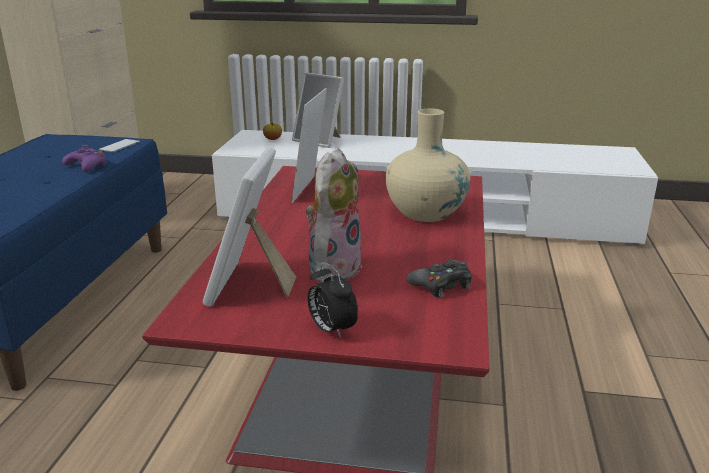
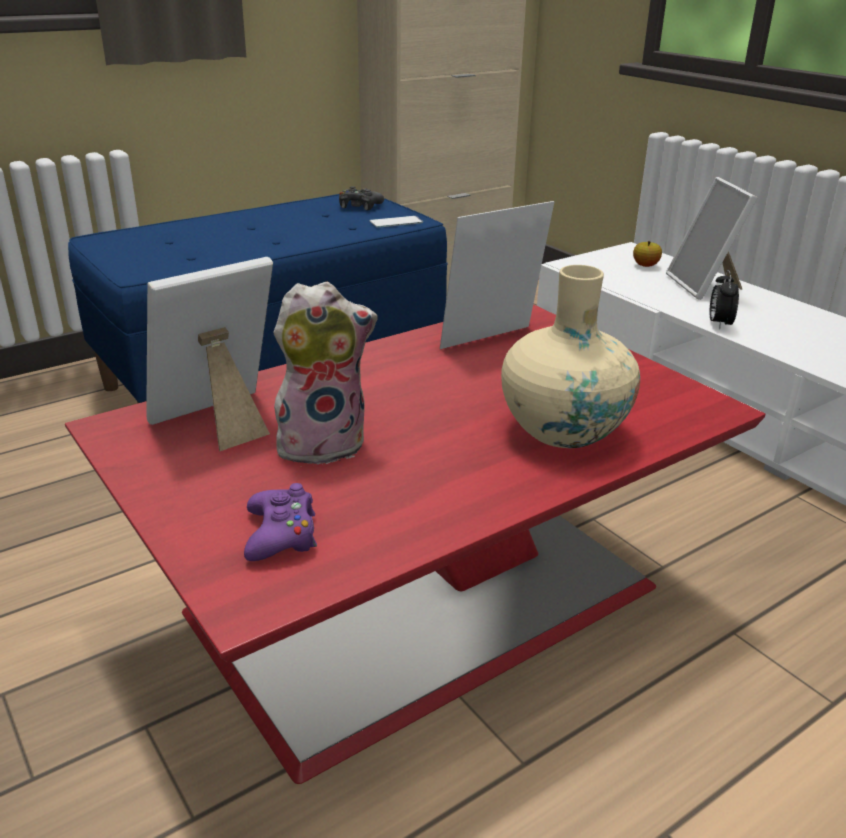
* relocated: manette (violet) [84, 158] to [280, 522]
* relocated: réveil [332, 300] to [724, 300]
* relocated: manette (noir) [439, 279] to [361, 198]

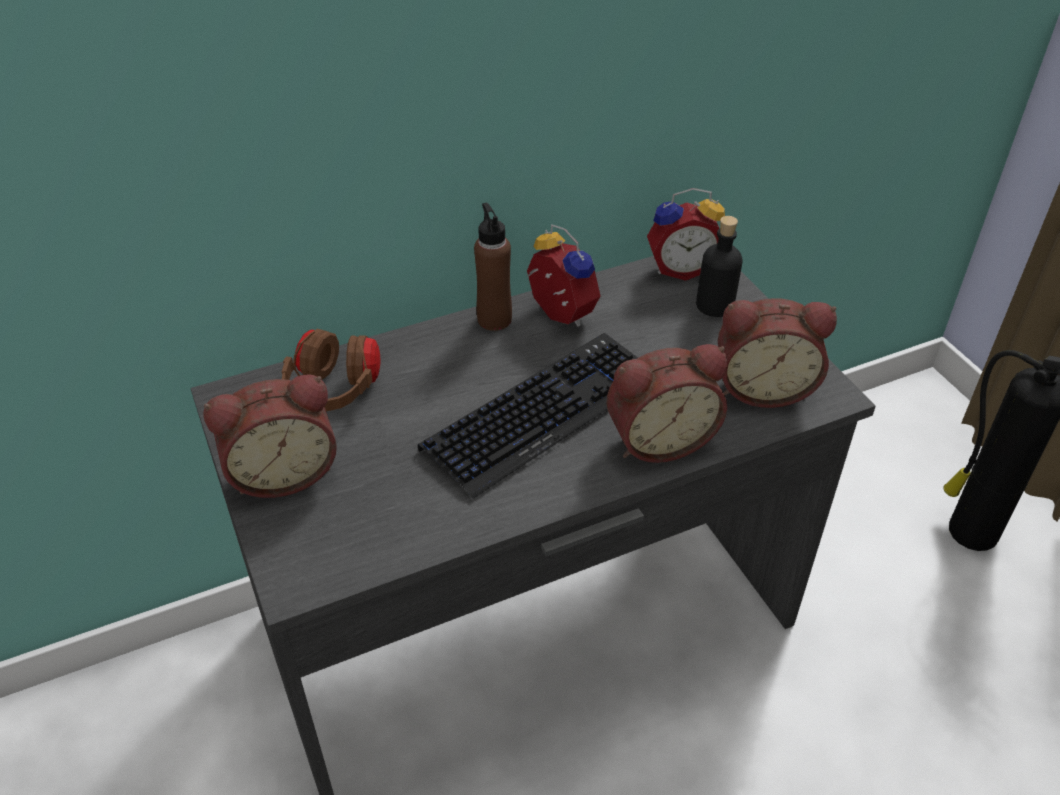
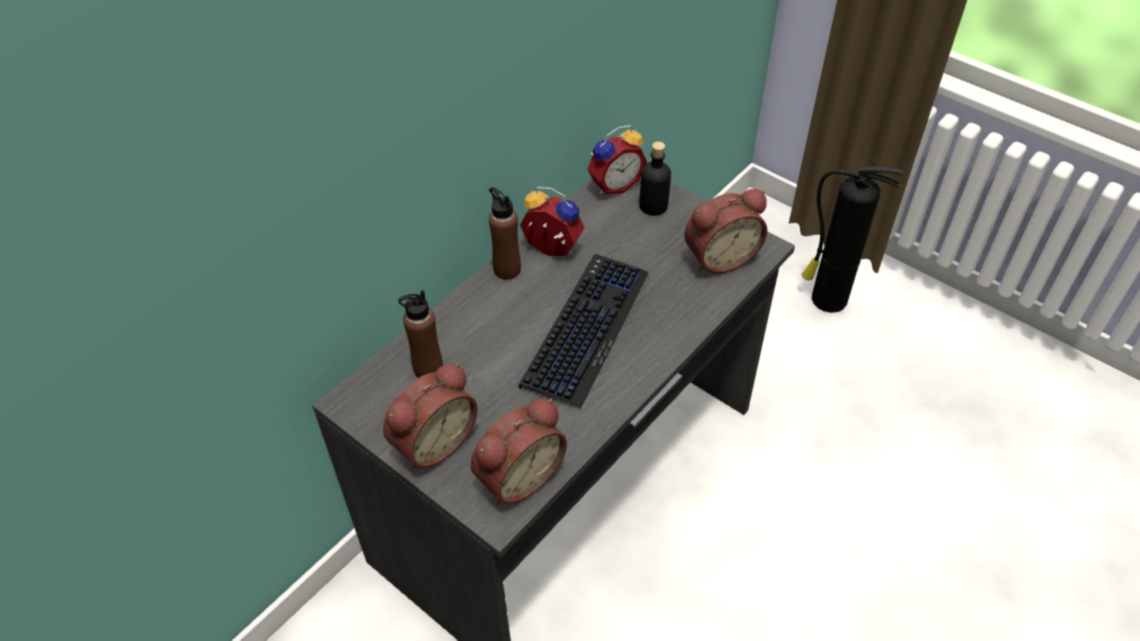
* exchanged: casque audio (marron) [331, 370] to bouteille (marron) [420, 334]
* relocated: réveil [666, 403] to [518, 451]

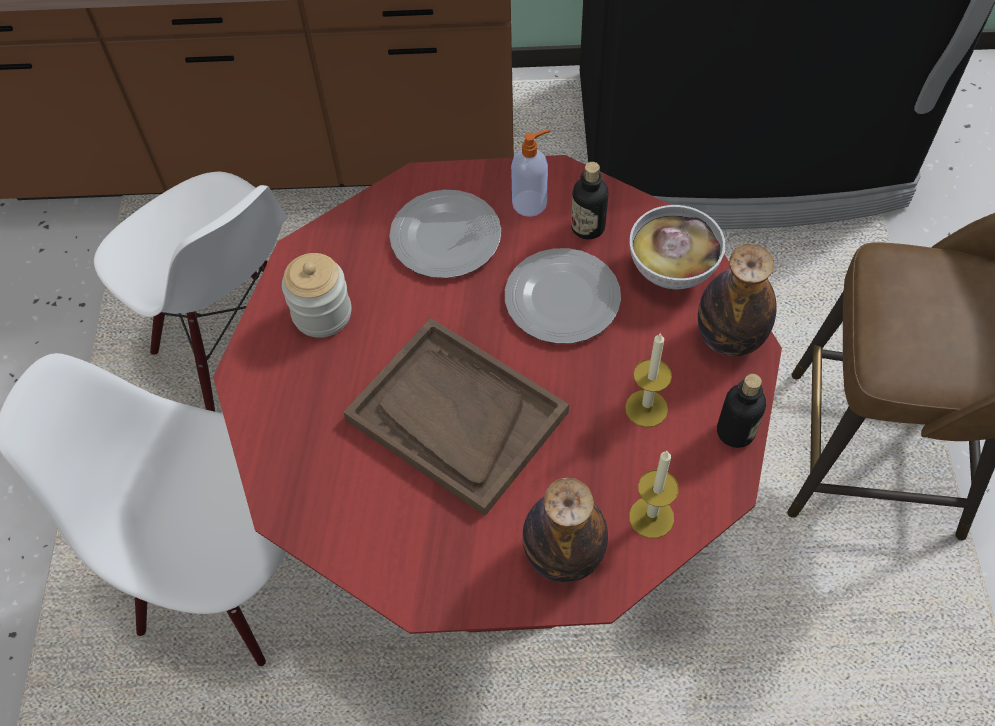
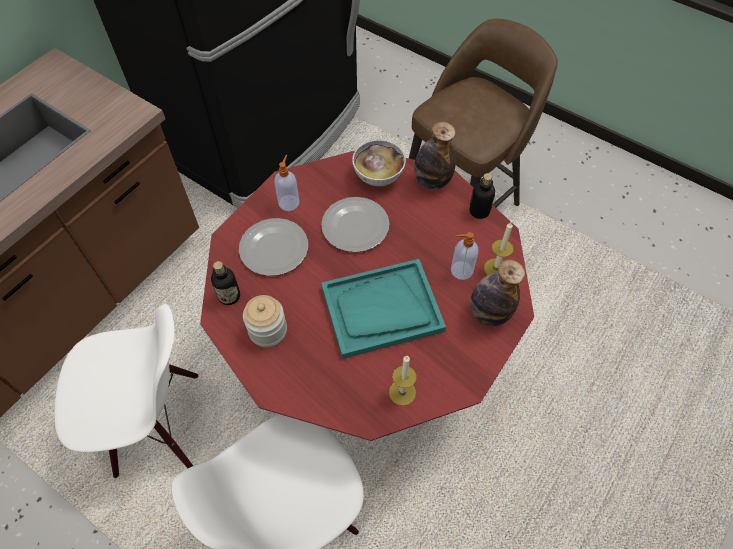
* colour: plateau (marron) [456, 417] to plateau (turquoise) [383, 309]
* relocated: bouteille [589, 200] to [225, 283]
* relocated: bougie [648, 380] to [403, 381]
* appeared: distributeur de savon [464, 256]

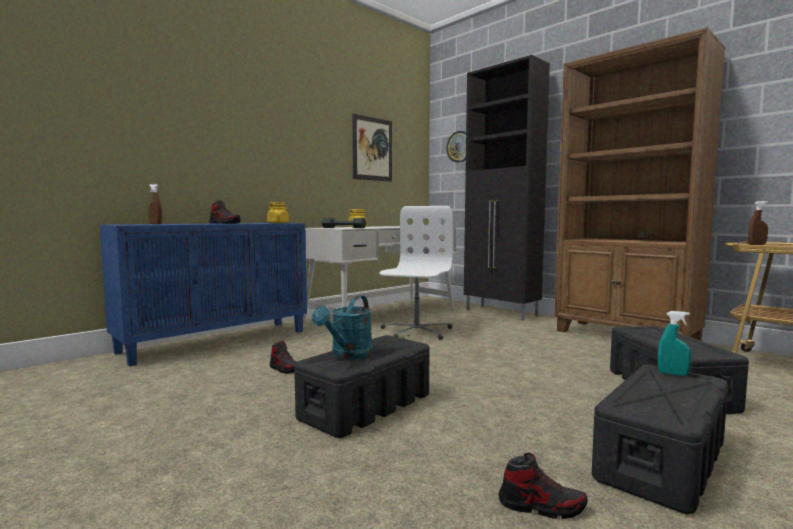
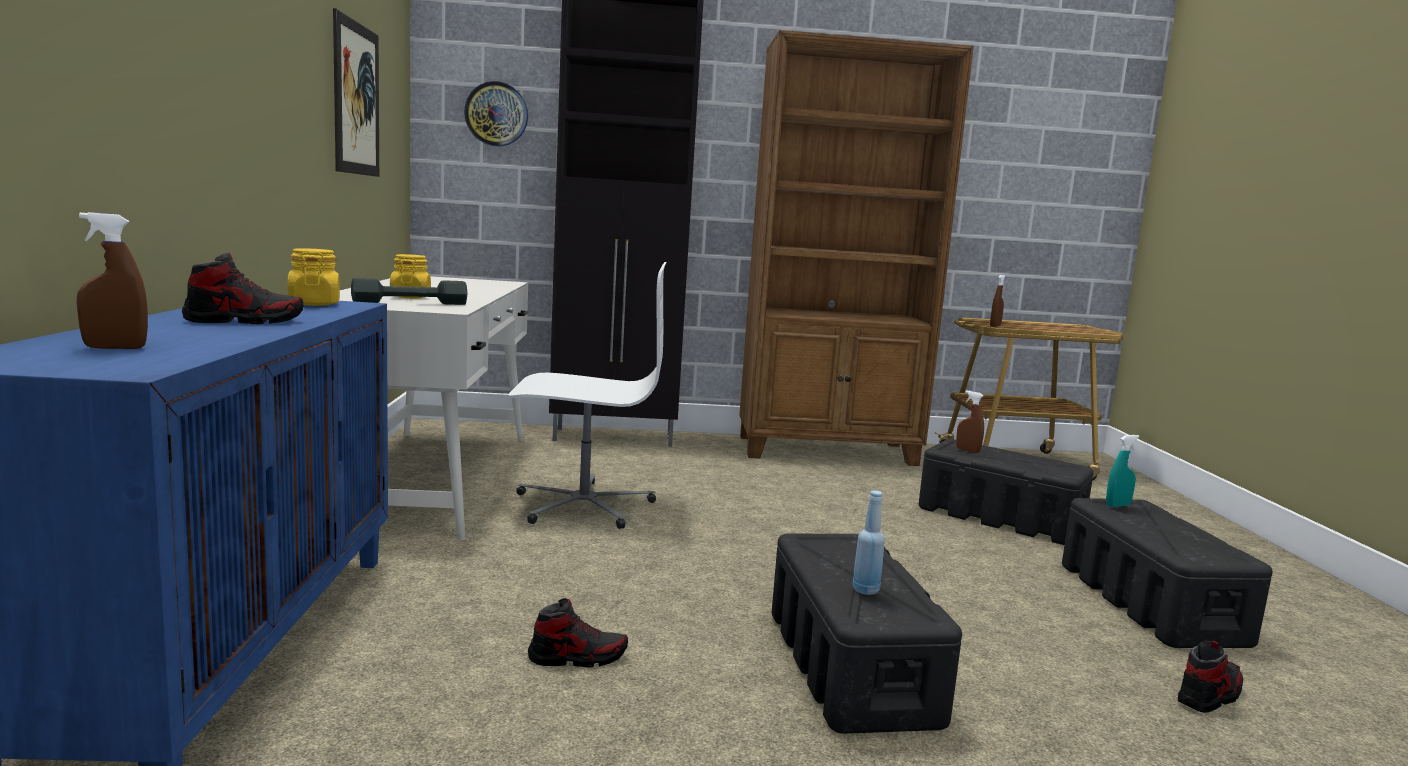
* exchanged: arrosoir (turquoise) [342, 327] to bouteille (bleu) [868, 542]
* spun: chaise de bureau (blanc) [416, 272] = [587, 395] 120 degrees clockwise
* appeared: vaporisateur (marron) [970, 421]

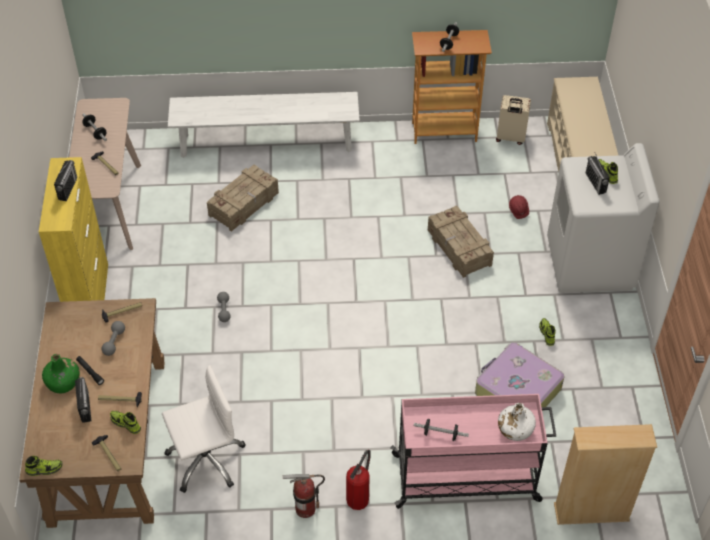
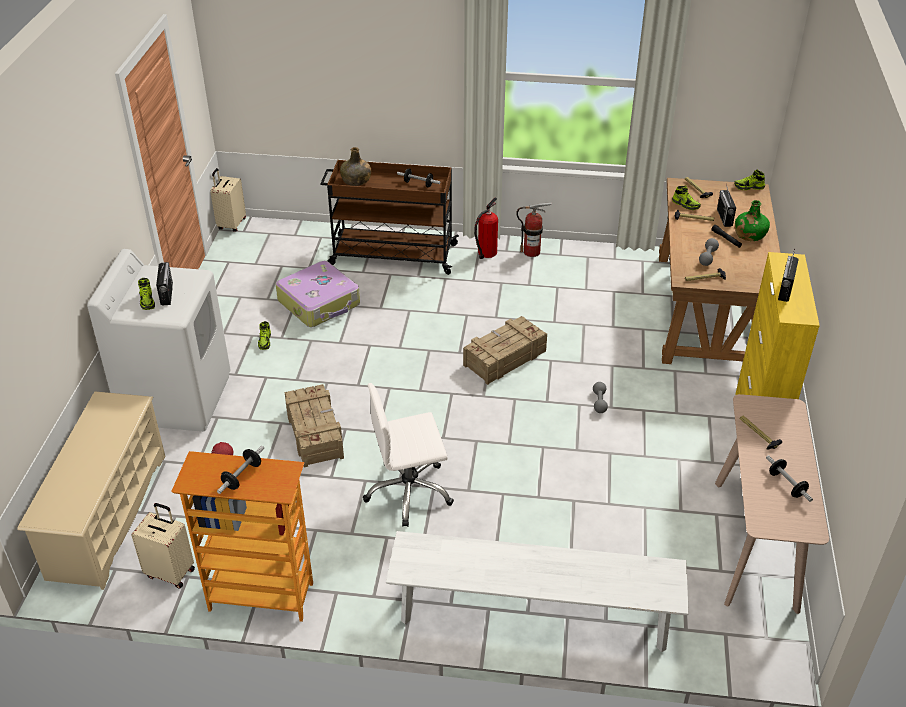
* relocated: chaise de bureau (blanc) [204, 429] to [408, 455]
* relocated: caisse [243, 198] to [505, 350]
* colour: chariot (rose) [473, 451] to chariot (marron) [389, 217]
* colour: bouteille (blanc) [517, 422] to bouteille (vert) [355, 166]
* missing: bibliothèque (beige) [605, 474]
* appeared: valise (beige) [228, 200]

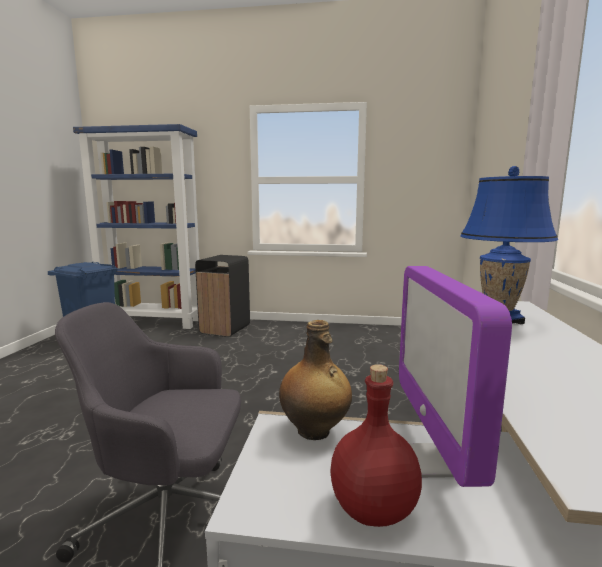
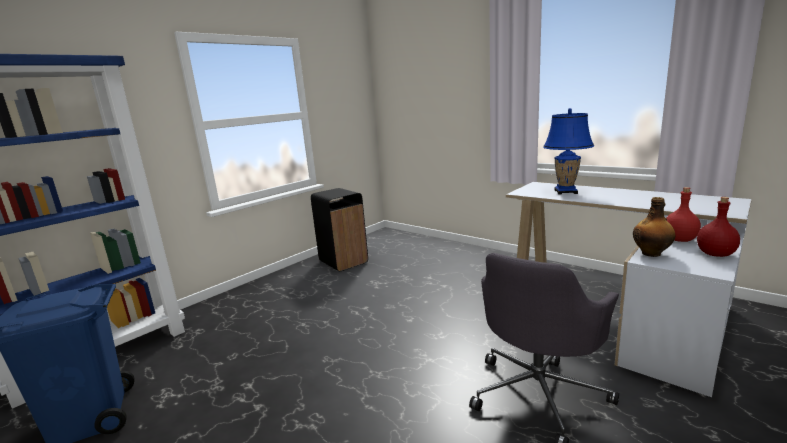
* relocated: poubelle (noir) [222, 296] to [339, 229]
* exchanged: écran d'ordinateur [455, 376] to bouteille (rouge) [683, 214]

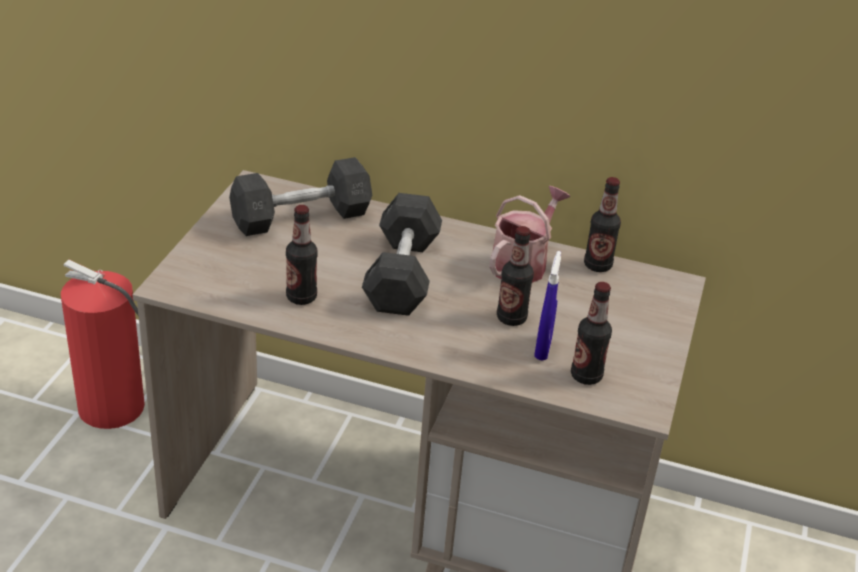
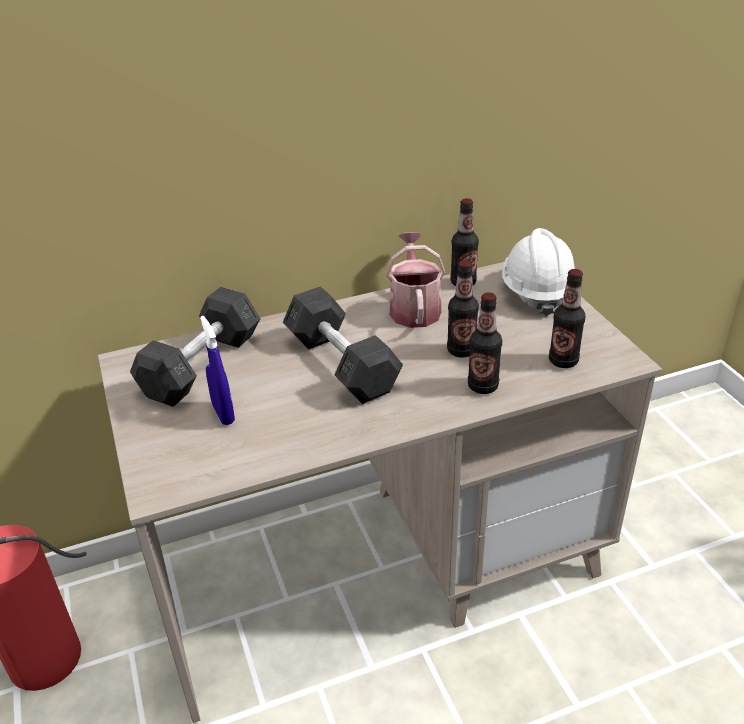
* relocated: bouteille [302, 255] to [485, 343]
* relocated: vaporisateur (bleu) [547, 306] to [217, 370]
* appeared: casque de chantier (blanc) [538, 272]

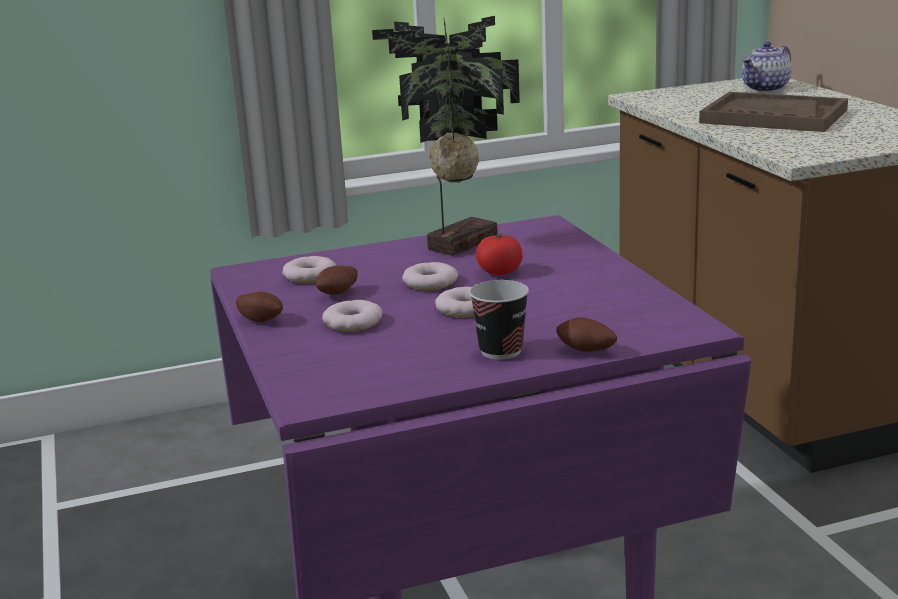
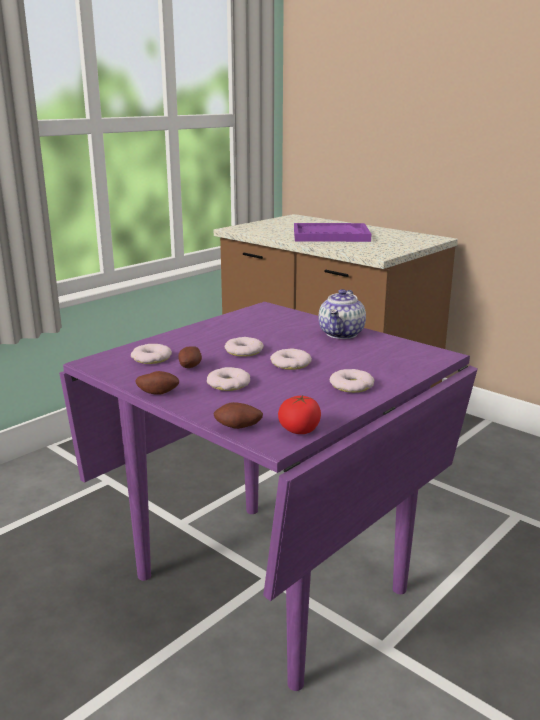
* missing: plante en pot [446, 136]
* exchanged: tasse [499, 320] to beignet [352, 381]
* relocated: tomate [499, 255] to [299, 414]
* relocated: pomme de terre [587, 334] to [238, 415]
* colour: plateau (marron) [773, 112] to plateau (violet) [332, 232]
* relocated: théière [766, 67] to [342, 314]

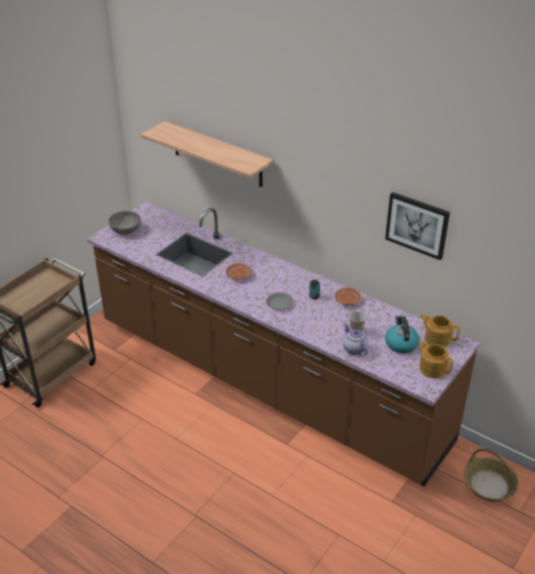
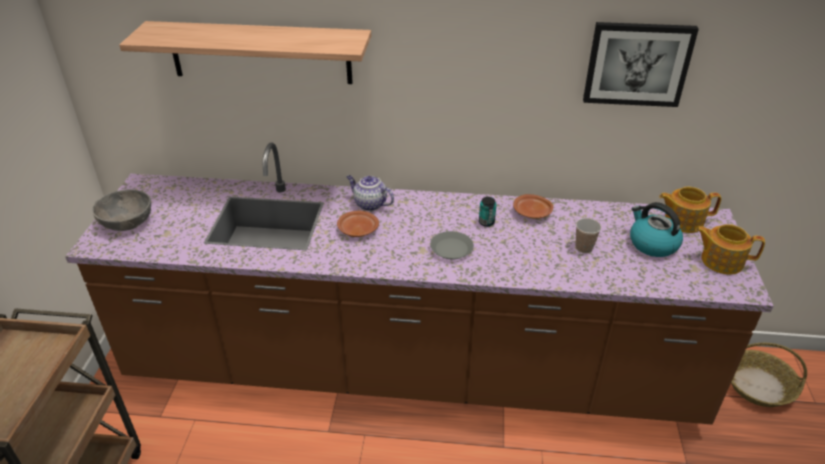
* relocated: théière [355, 340] to [370, 193]

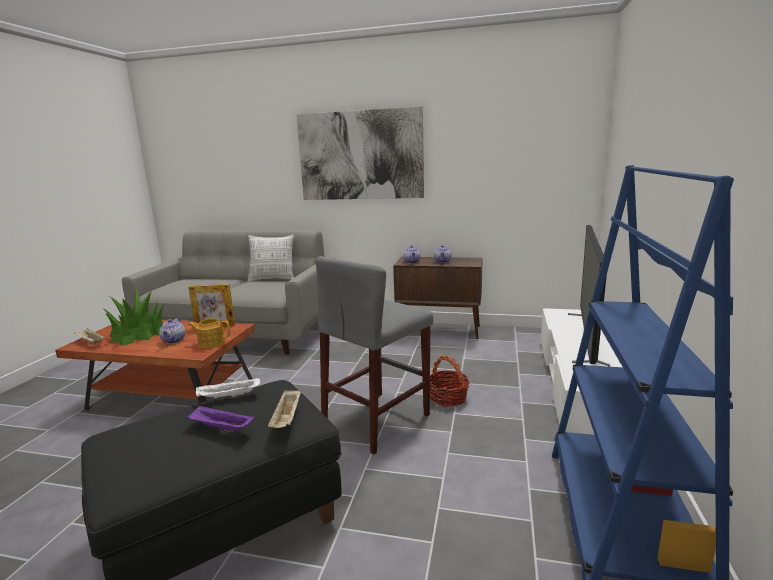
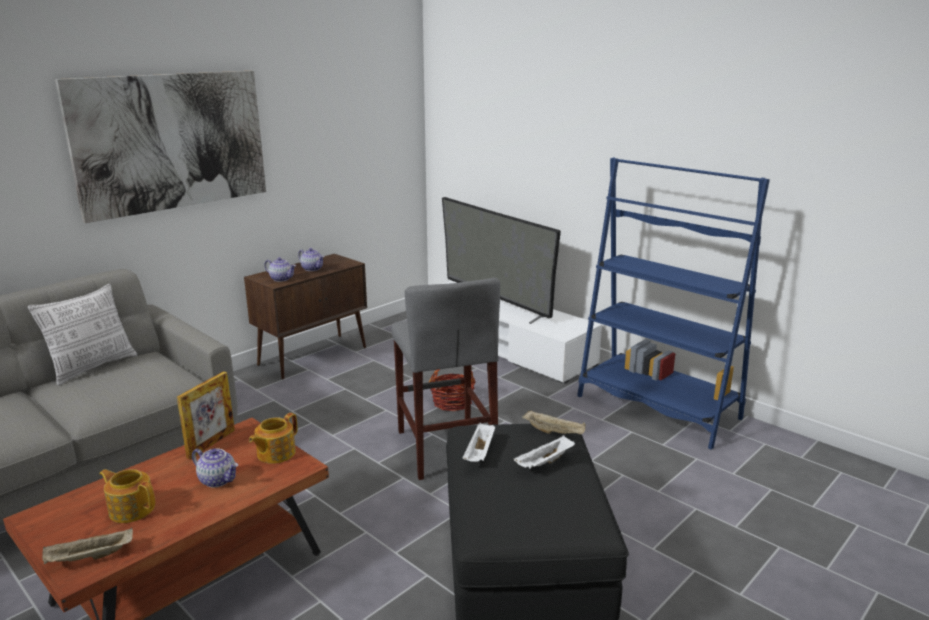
* exchanged: plante en pot [134, 317] to théière [127, 496]
* colour: plateau (violet) [220, 418] to plateau (blanc) [544, 452]

